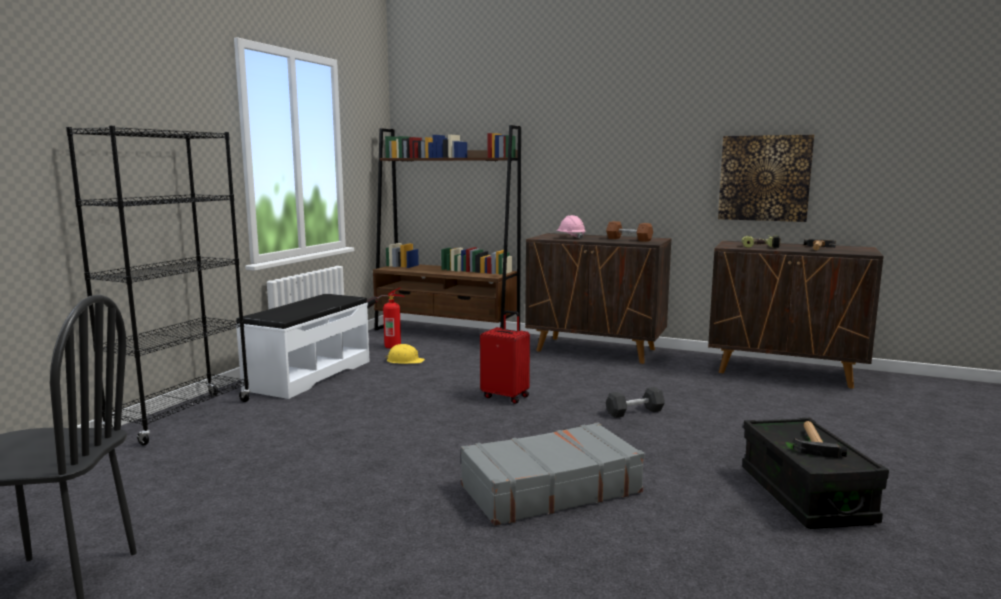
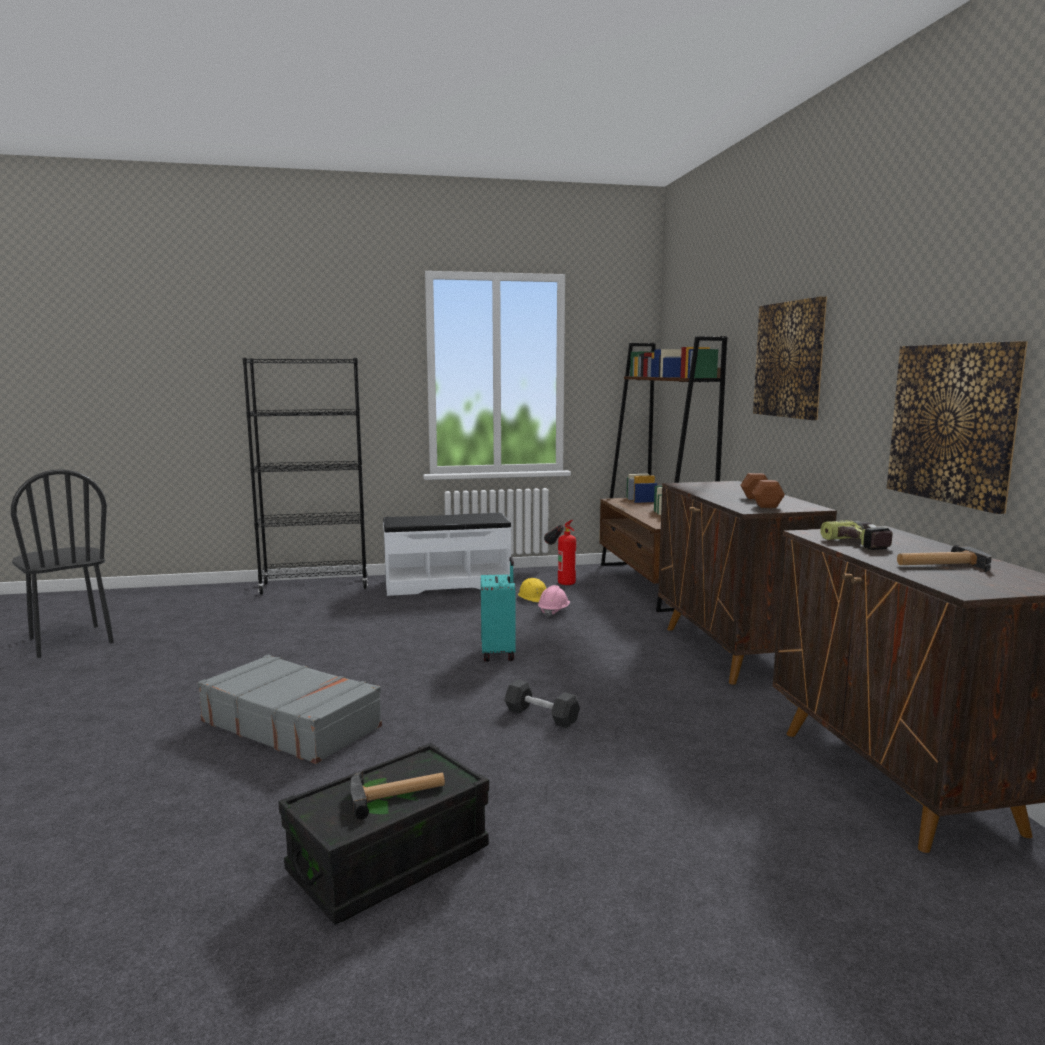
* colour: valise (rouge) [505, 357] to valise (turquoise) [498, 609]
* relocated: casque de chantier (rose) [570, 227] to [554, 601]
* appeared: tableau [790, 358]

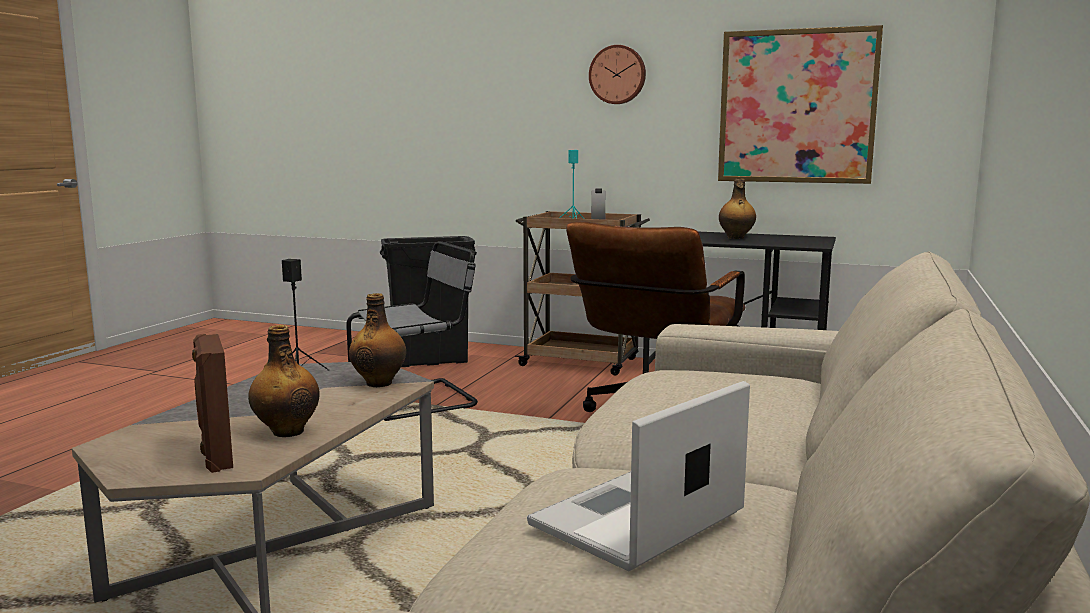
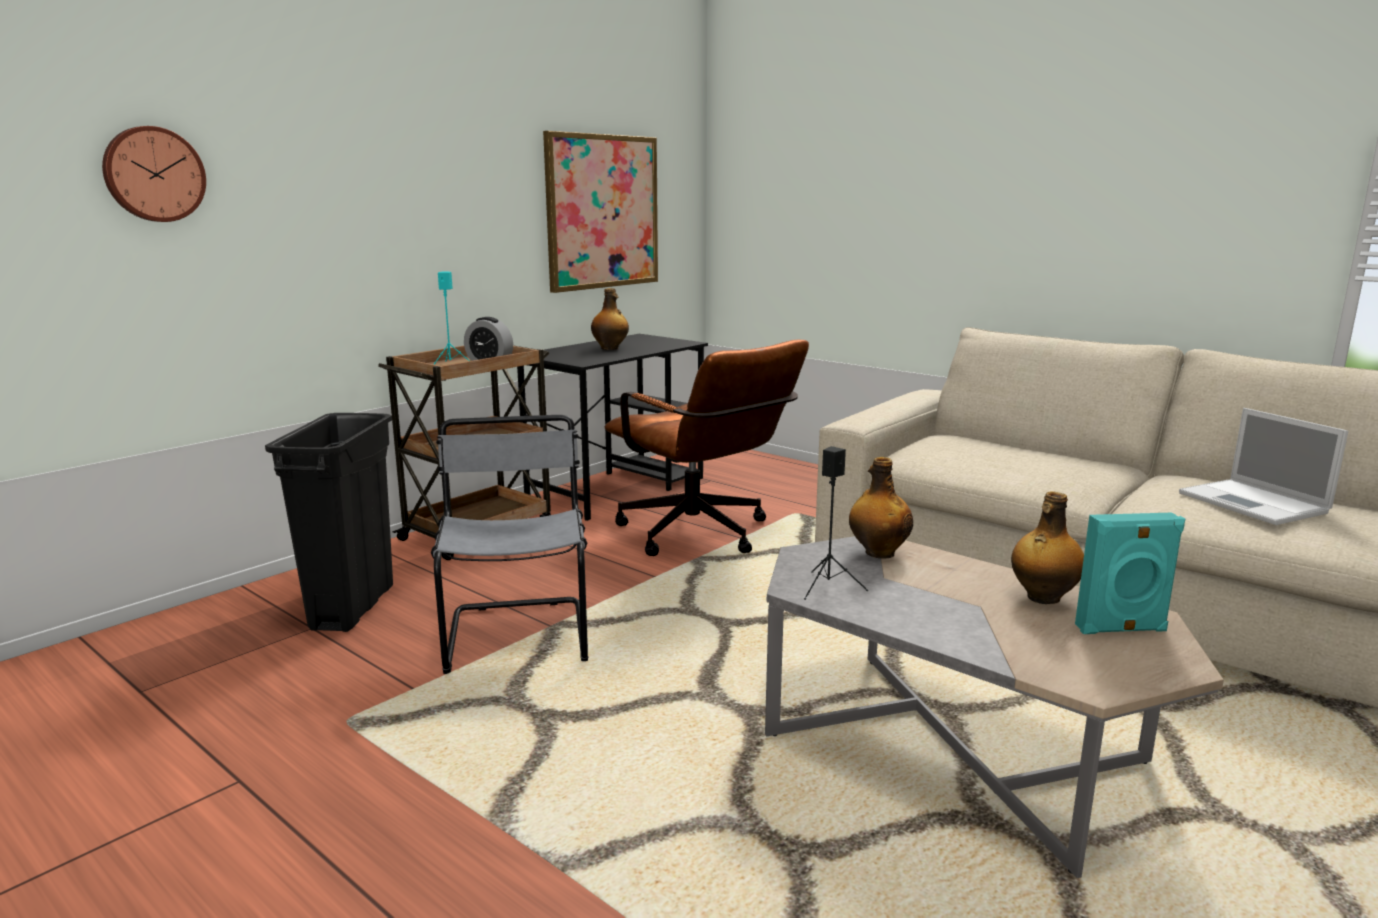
* colour: enceinte (marron) [212, 403] to enceinte (turquoise) [1130, 573]
* relocated: horloge murale [617, 74] to [154, 174]

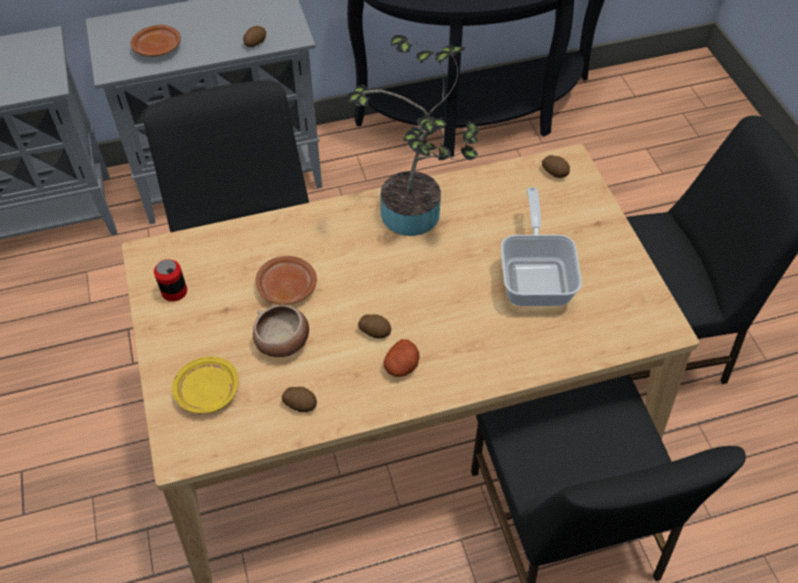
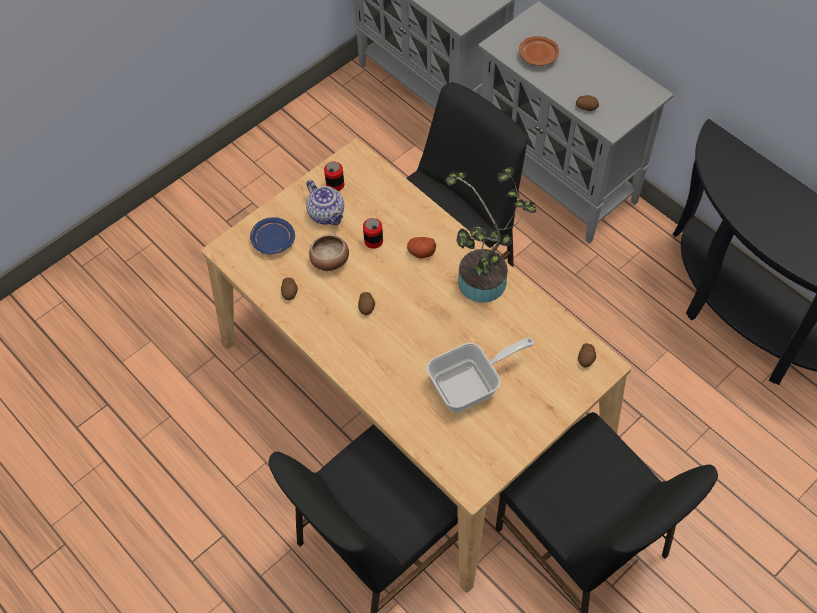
* colour: assiette (jaune) [205, 385] to assiette (bleu) [272, 236]
* exchanged: assiette (marron) [286, 280] to boîte métallique [373, 233]
* relocated: pomme de terre [401, 358] to [421, 248]
* appeared: théière [325, 202]

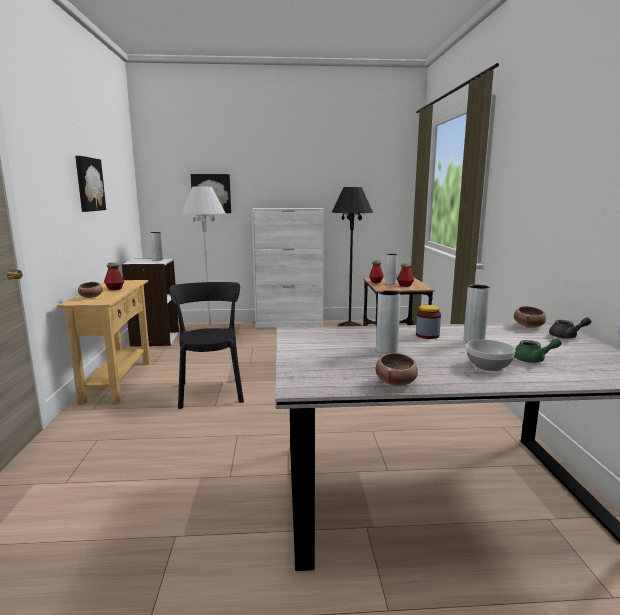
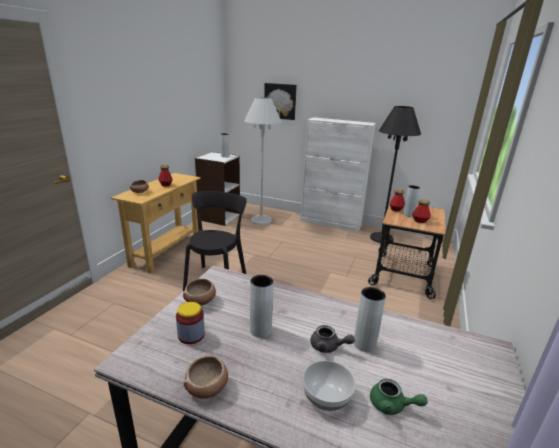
* missing: tableau [90, 184]
* relocated: bocal [428, 322] to [190, 323]
* relocated: bol [530, 317] to [199, 292]
* relocated: théière (gris) [570, 328] to [332, 339]

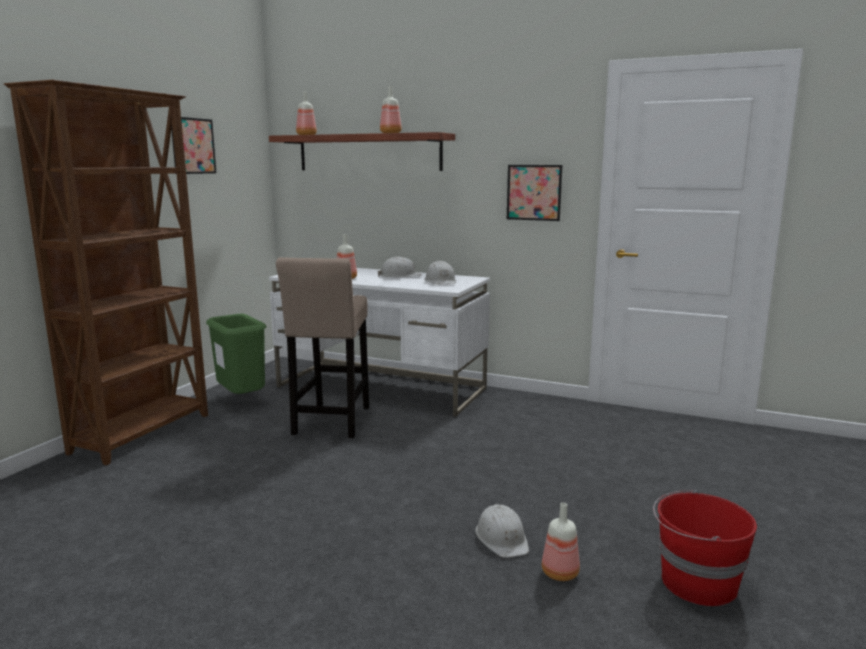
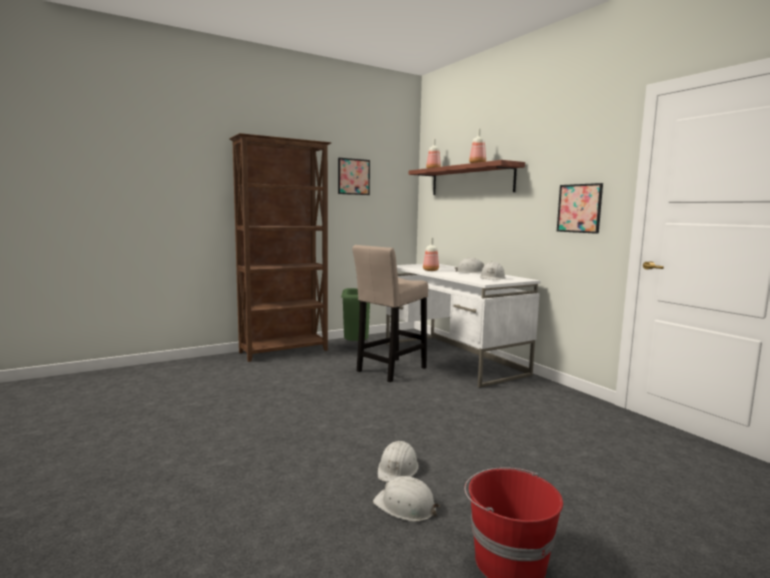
* exchanged: bouteille [561, 542] to casque de chantier (blanc) [406, 499]

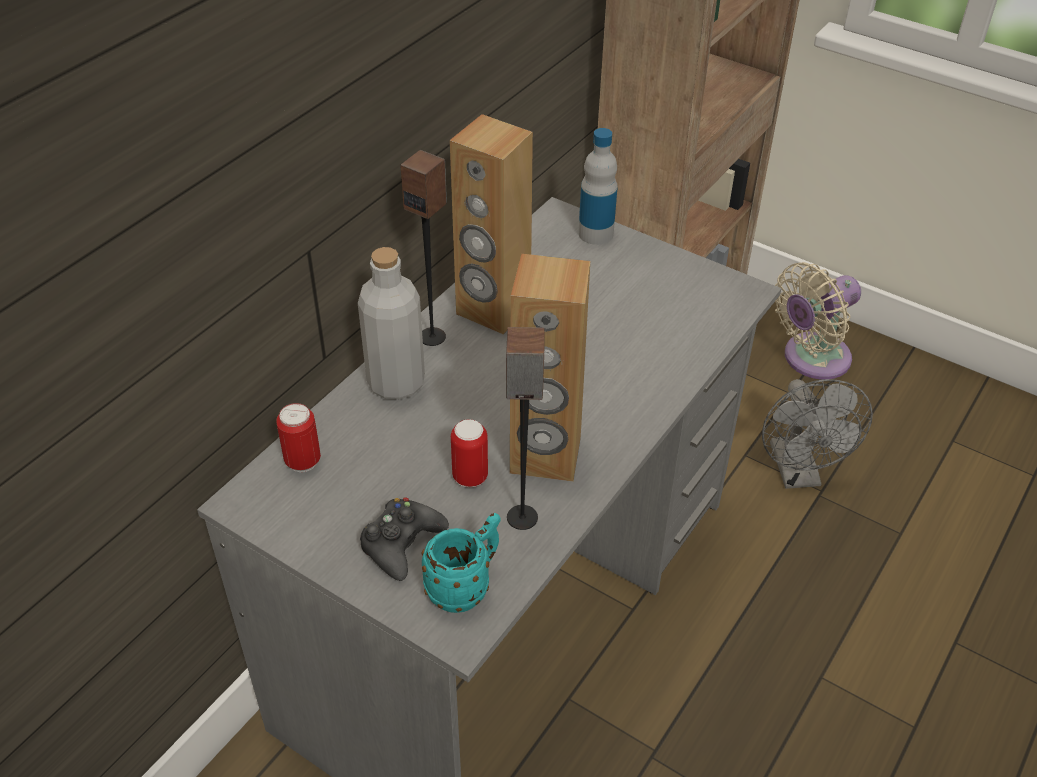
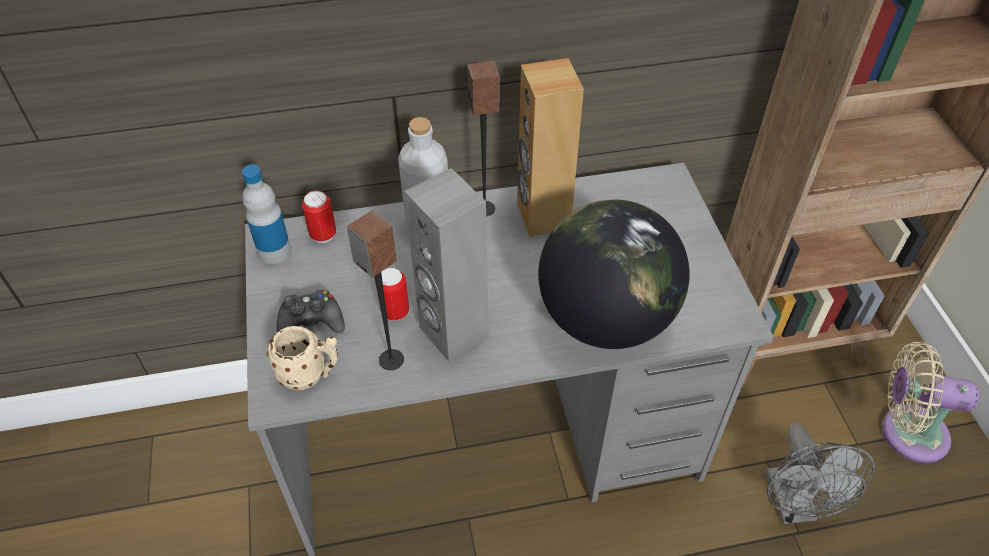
* colour: mug (turquoise) [461, 563] to mug (beige) [302, 358]
* colour: enceinte (marron) [550, 368] to enceinte (gris) [446, 265]
* relocated: bouteille [598, 186] to [266, 214]
* spun: ventilateur (gris) [817, 434] = [820, 473] 45 degrees counterclockwise
* appeared: globe [614, 274]

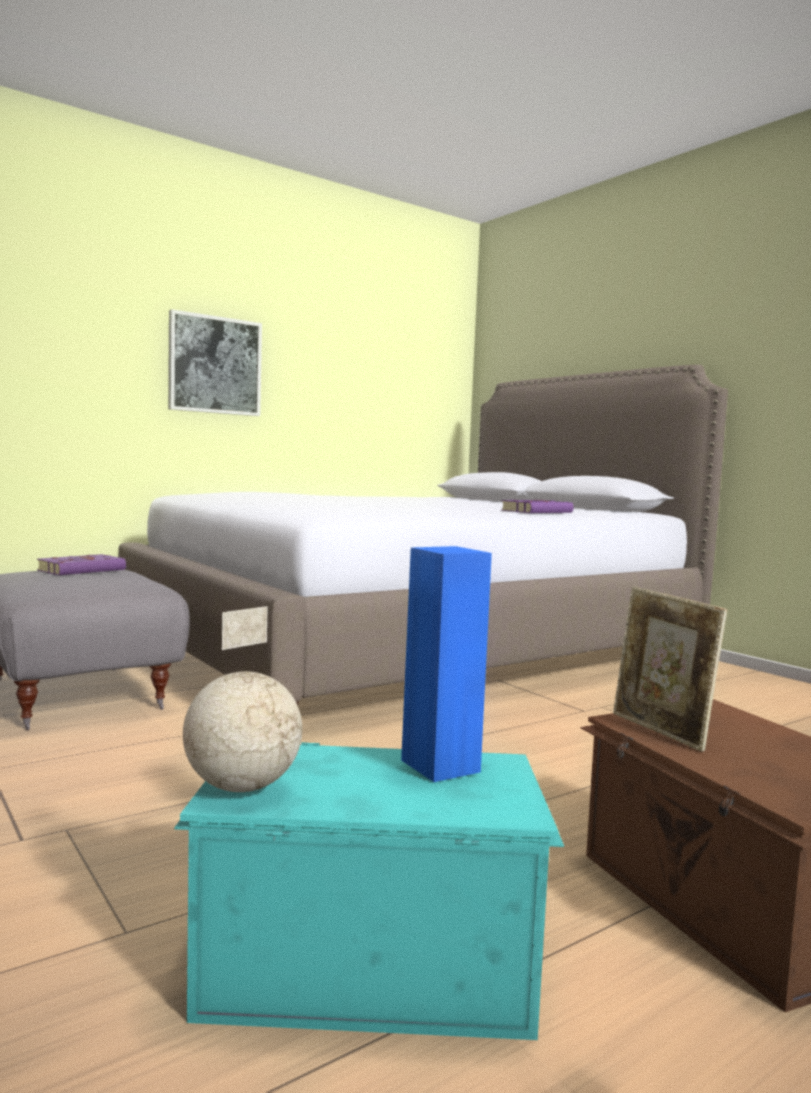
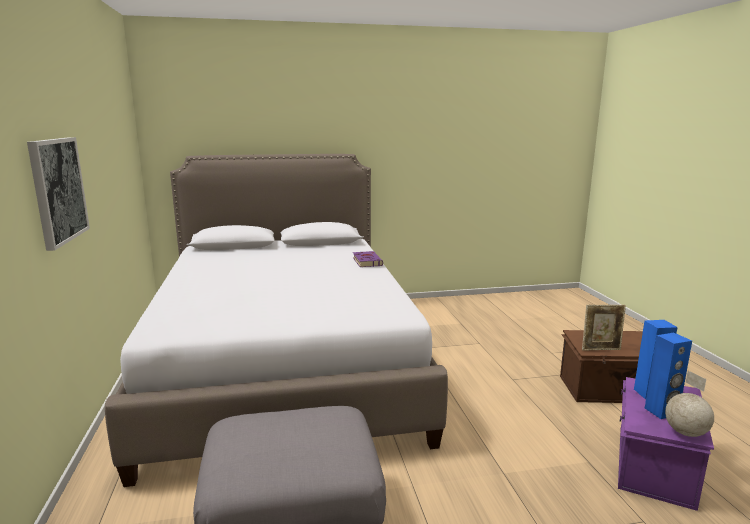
* missing: livre (violet) [82, 564]
* colour: boîte de rangement (turquoise) [369, 891] to boîte de rangement (violet) [666, 444]
* appeared: enceinte (bleu) [668, 376]

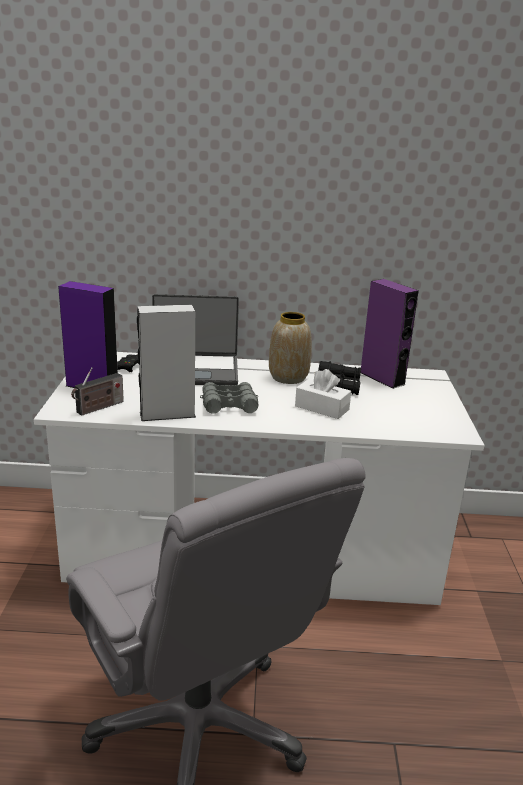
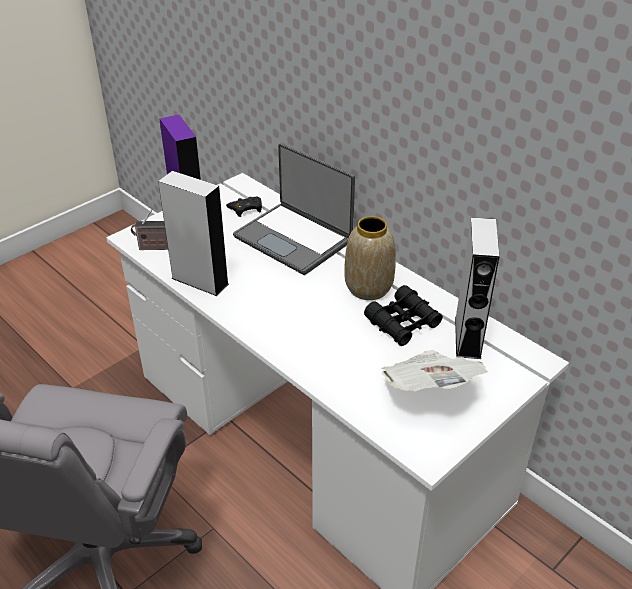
* missing: jumelles (gris) [229, 398]
* missing: boîte à mouchoirs (blanc) [323, 394]
* colour: enceinte (violet) [390, 334] to enceinte (gris) [477, 288]
* appeared: journal [434, 370]

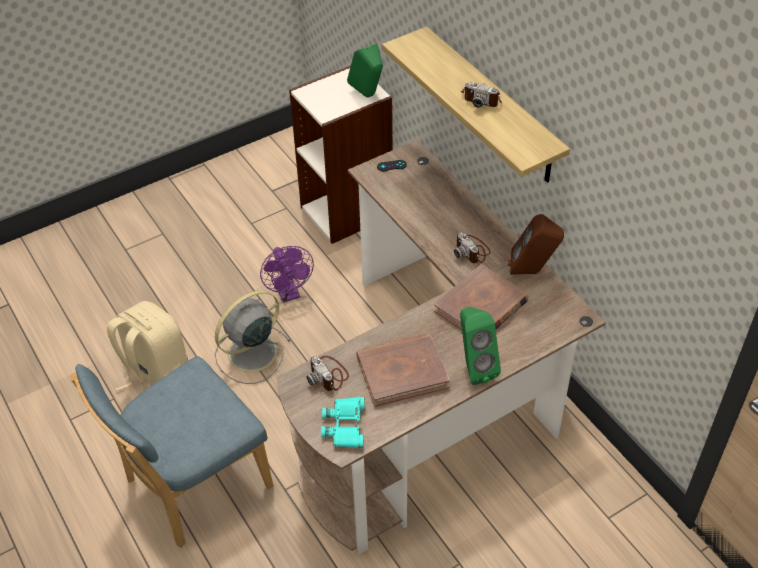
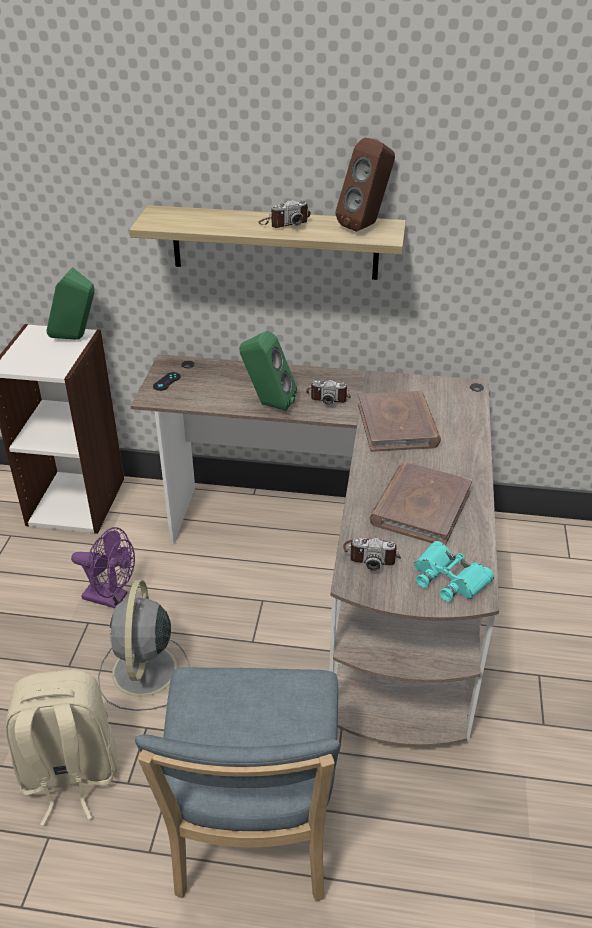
* relocated: enceinte (vert) [480, 346] to [268, 371]
* relocated: enceinte (marron) [536, 244] to [365, 185]

